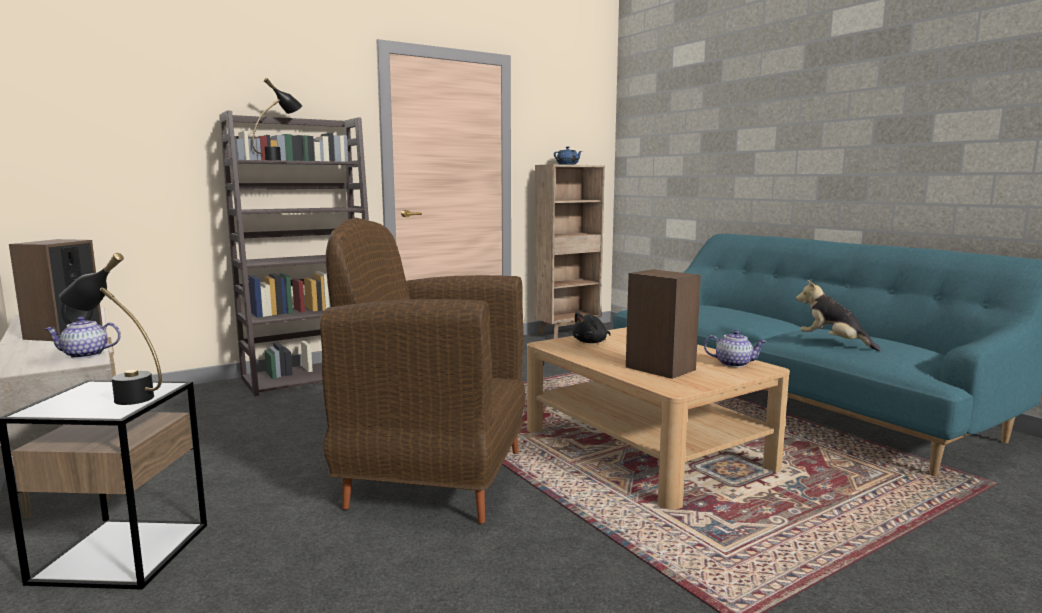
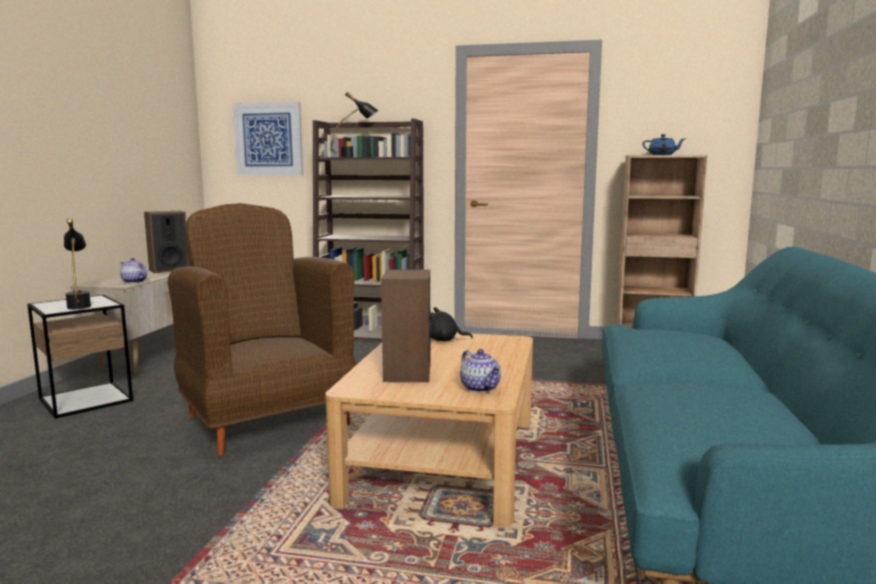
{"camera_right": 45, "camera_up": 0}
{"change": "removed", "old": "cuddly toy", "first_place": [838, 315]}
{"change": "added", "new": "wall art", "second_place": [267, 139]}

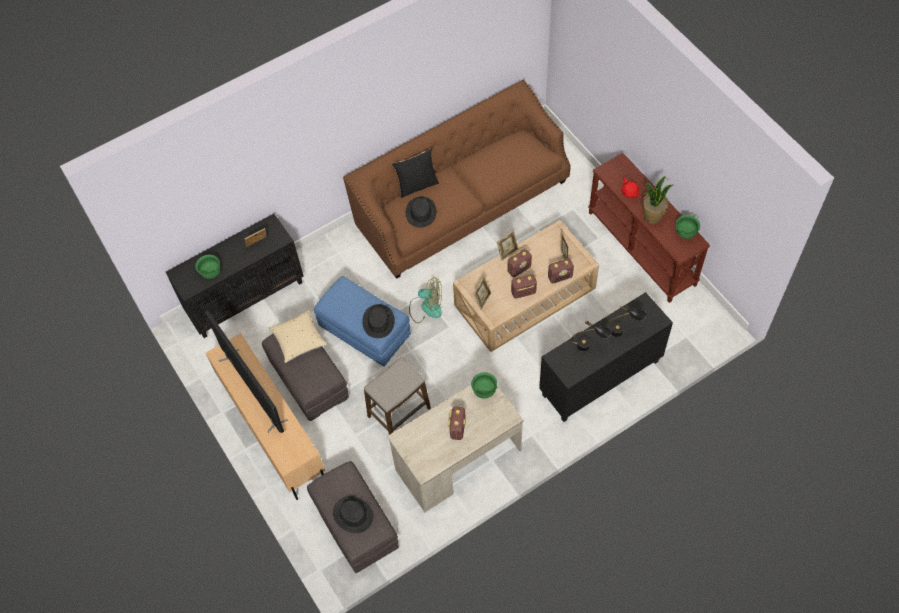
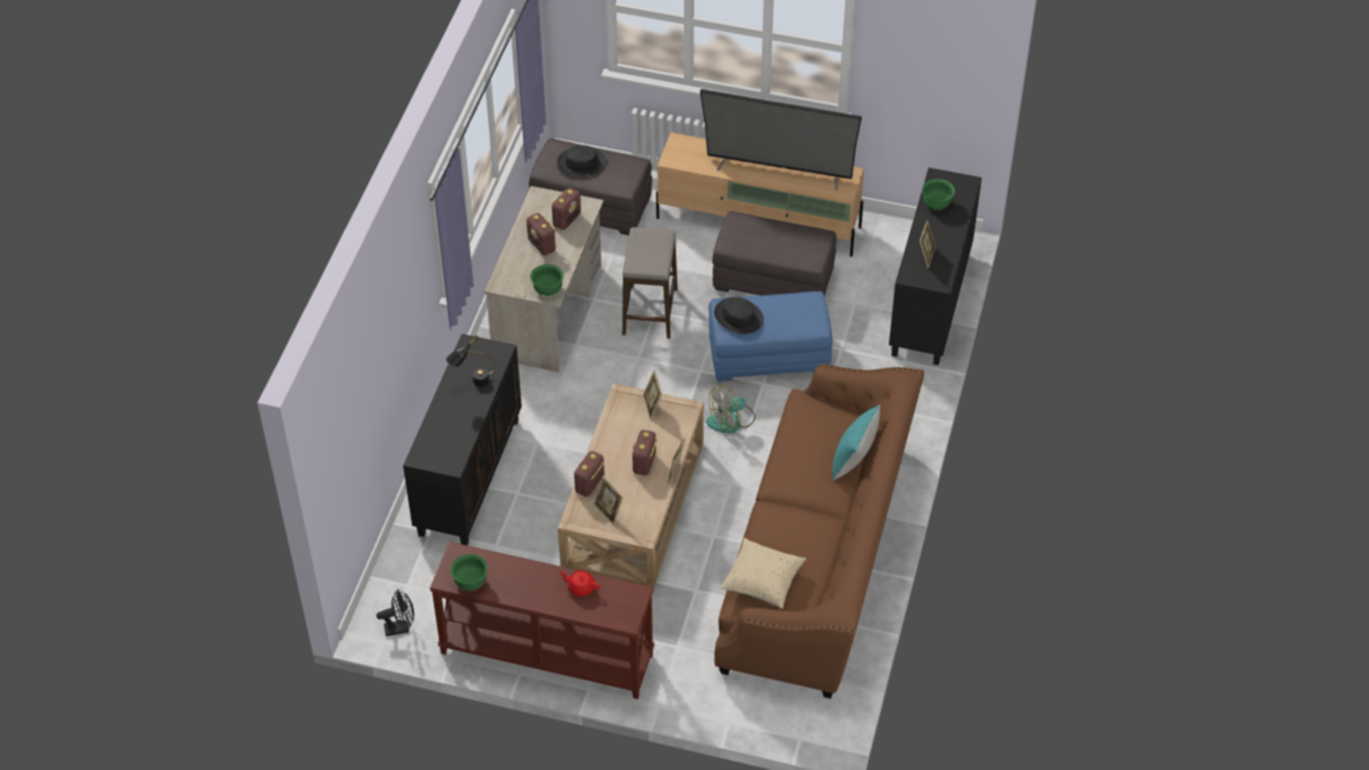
{"camera_right": 135, "camera_up": -10}
{"change": "moved", "old": "beige-coloured pillow", "first_place": [298, 336], "second_place": [763, 573]}
{"change": "recoloured", "old": "black-coloured pillow", "new": "turquoise pillow", "first_place": [415, 173], "second_place": [856, 442]}
{"change": "removed", "old": "black-coloured wearable hat", "first_place": [421, 211]}
{"change": "moved", "old": "radio", "first_place": [524, 286], "second_place": [566, 209]}
{"change": "removed", "old": "black-coloured tabletop lamp", "first_place": [625, 321]}
{"change": "removed", "old": "potted plant", "first_place": [657, 200]}
{"change": "added", "new": "black-coloured fan", "second_place": [395, 612]}

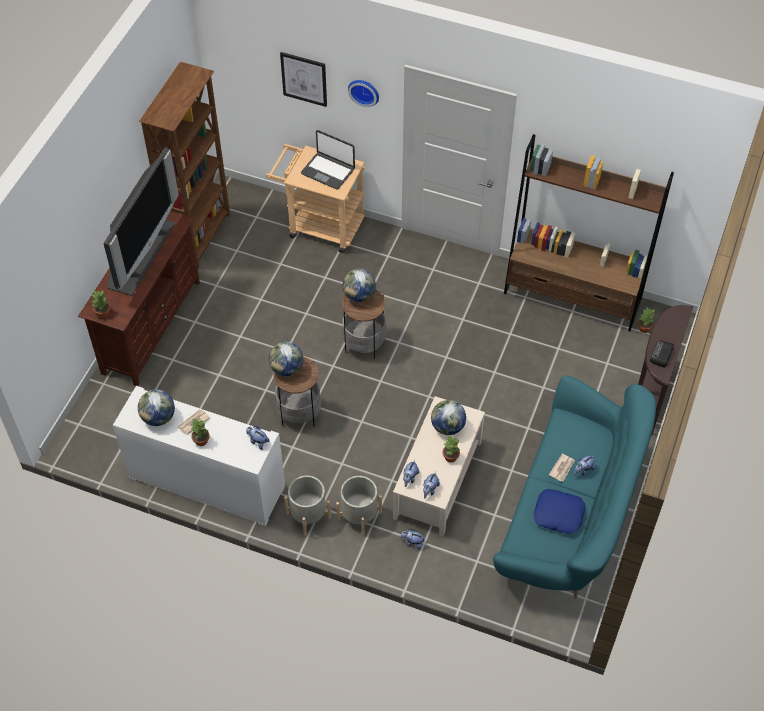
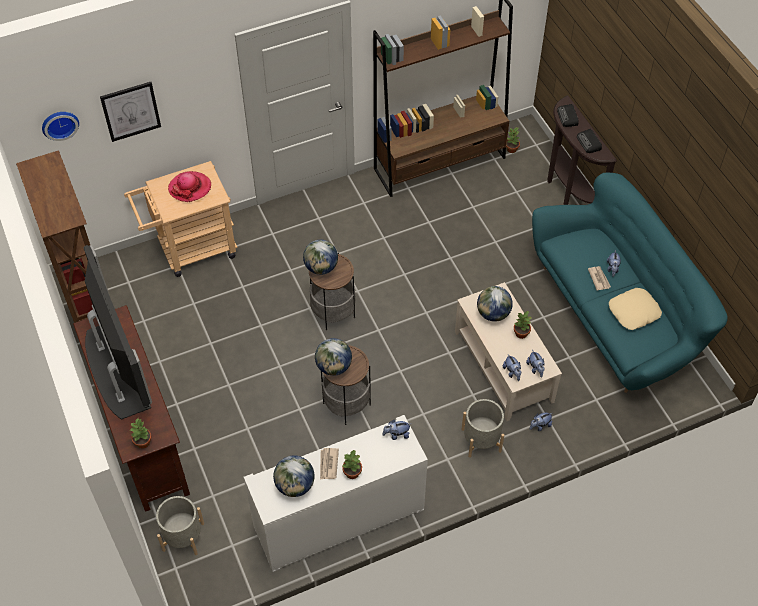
{"camera_right": -45, "camera_up": 0}
{"change": "moved", "old": "grey plant pot", "first_place": [307, 505], "second_place": [180, 525]}
{"change": "replaced", "old": "laptop", "new": "wearable hat", "first_place": [328, 160], "second_place": [189, 186]}
{"change": "moved", "old": "clock on the wall", "first_place": [363, 93], "second_place": [60, 126]}
{"change": "recoloured", "old": "blue-coloured pillow", "new": "beige-coloured pillow", "first_place": [559, 511], "second_place": [635, 309]}
{"change": "added", "new": "radio", "second_place": [568, 115]}

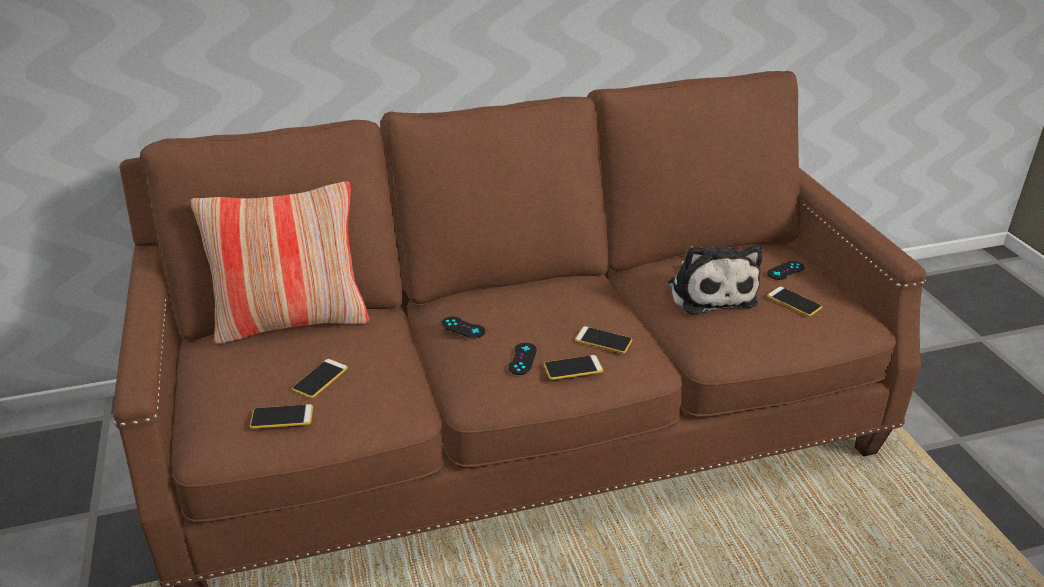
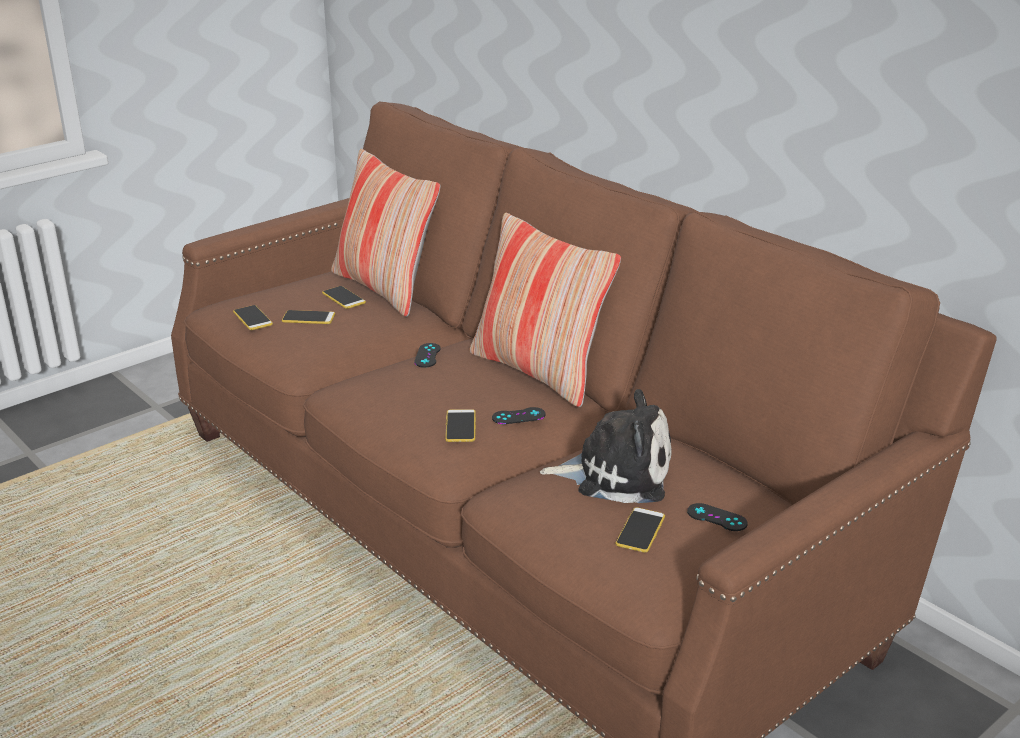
{"camera_right": 65, "camera_up": -5}
{"change": "moved", "old": "black-coloured joypad", "first_place": [522, 359], "second_place": [519, 415]}
{"change": "moved", "old": "phone", "first_place": [573, 367], "second_place": [344, 297]}
{"change": "turned", "old": "cuddly toy", "first_place": [715, 280], "second_place": [606, 446], "degrees": -135}
{"change": "added", "new": "pillow", "second_place": [545, 310]}

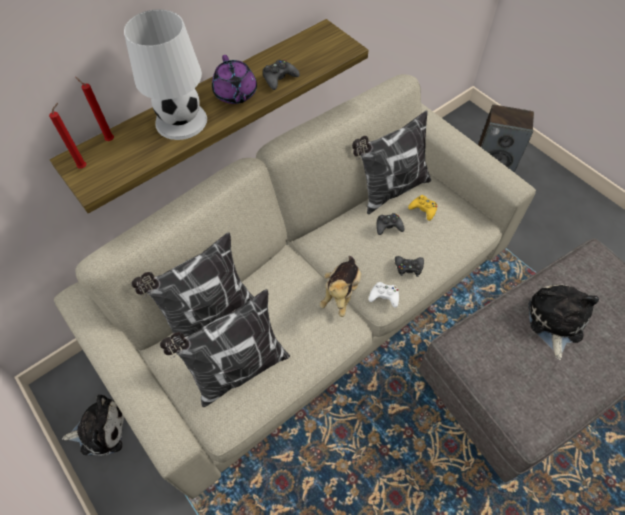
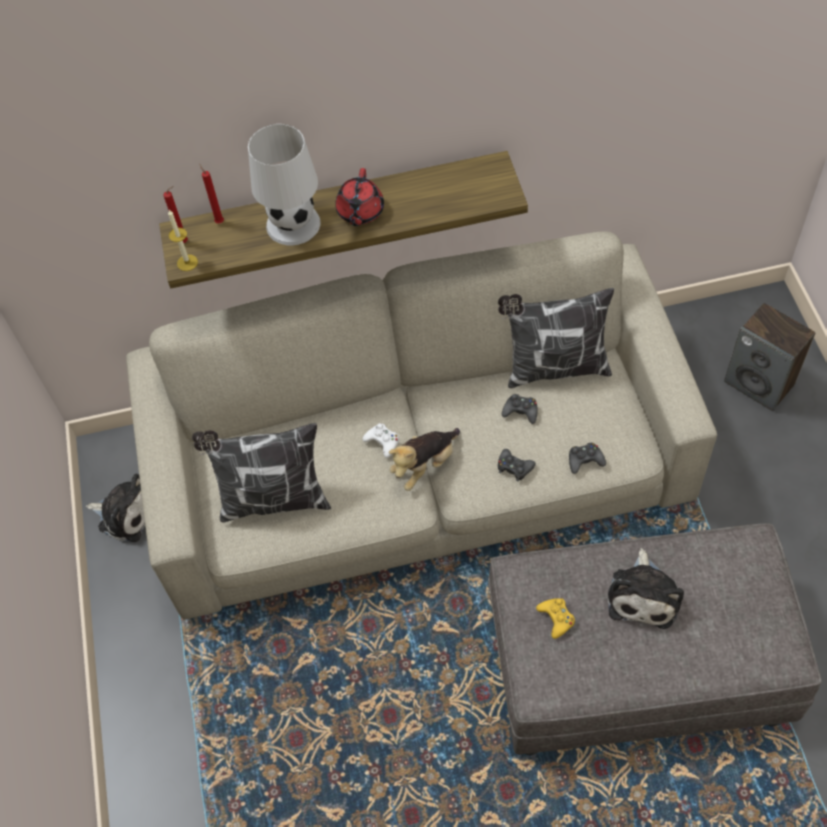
{"camera_right": 30, "camera_up": 0}
{"change": "removed", "old": "pillow", "first_place": [193, 289]}
{"change": "recoloured", "old": "purple-coloured pot for tea", "new": "reddish pot for tea", "first_place": [234, 79], "second_place": [359, 197]}
{"change": "moved", "old": "black-coloured joypad", "first_place": [281, 74], "second_place": [587, 458]}
{"change": "moved", "old": "whitish joypad", "first_place": [384, 295], "second_place": [381, 440]}
{"change": "moved", "old": "yellow joypad", "first_place": [422, 208], "second_place": [555, 618]}
{"change": "turned", "old": "cuddly toy", "first_place": [563, 322], "second_place": [646, 588], "degrees": 150}
{"change": "added", "new": "wax candle", "second_place": [183, 240]}

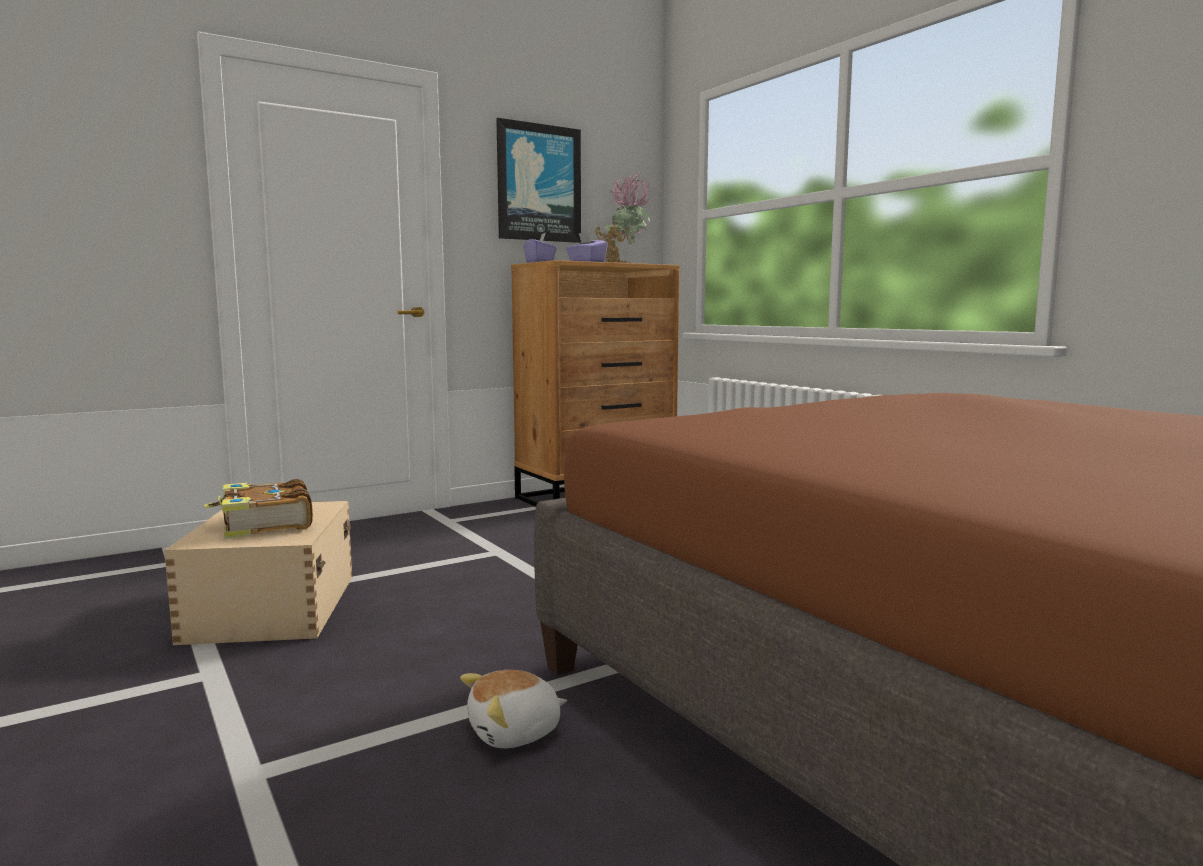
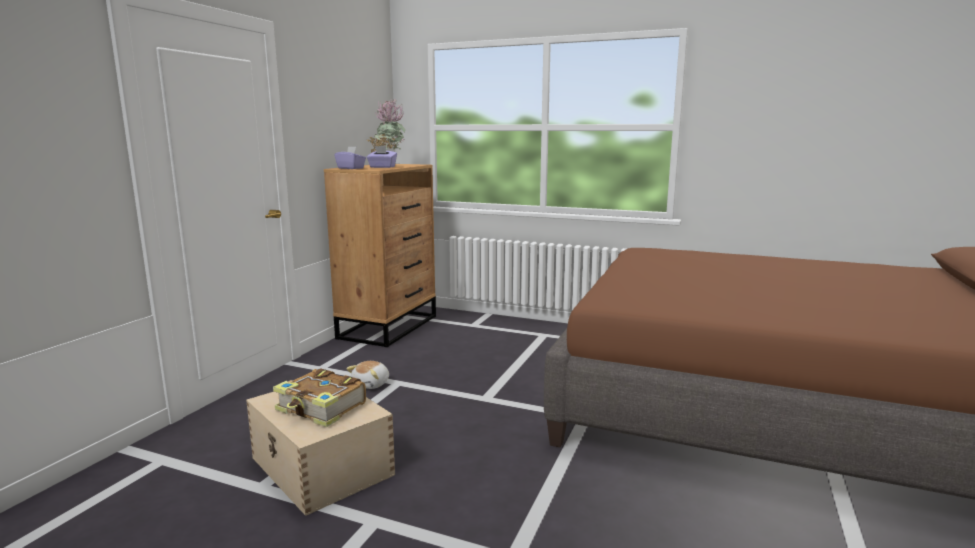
{"camera_right": -35, "camera_up": 5}
{"change": "moved", "old": "cuddly toy", "first_place": [513, 709], "second_place": [367, 375]}
{"change": "removed", "old": "wall art", "first_place": [538, 180]}

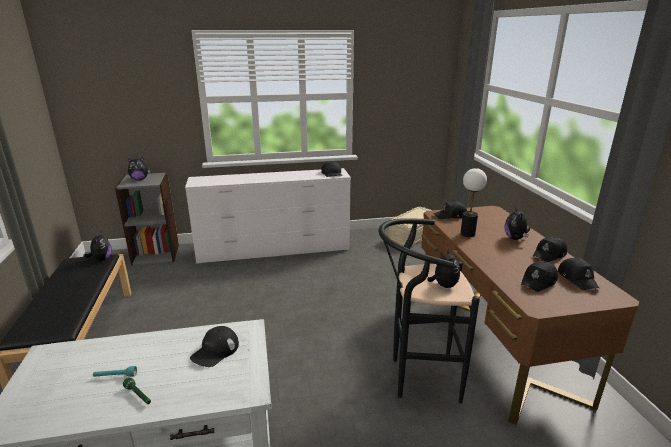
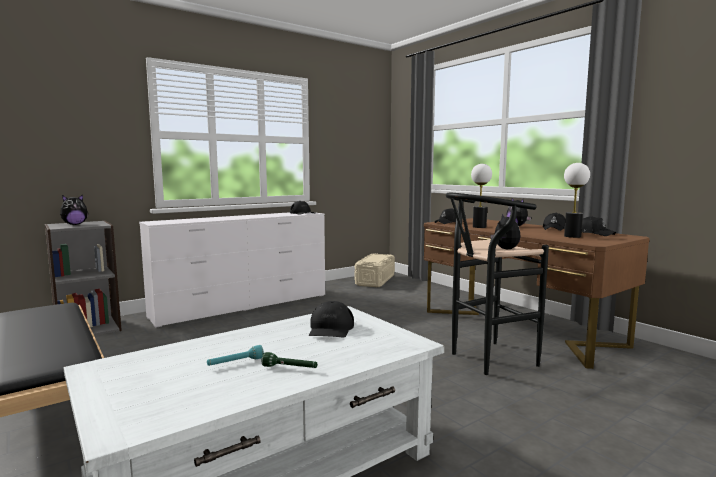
{"camera_right": -25, "camera_up": -15}
{"change": "removed", "old": "cuddly toy", "first_place": [98, 246]}
{"change": "replaced", "old": "black-coloured cap", "new": "tabletop lamp", "first_place": [539, 276], "second_place": [577, 200]}

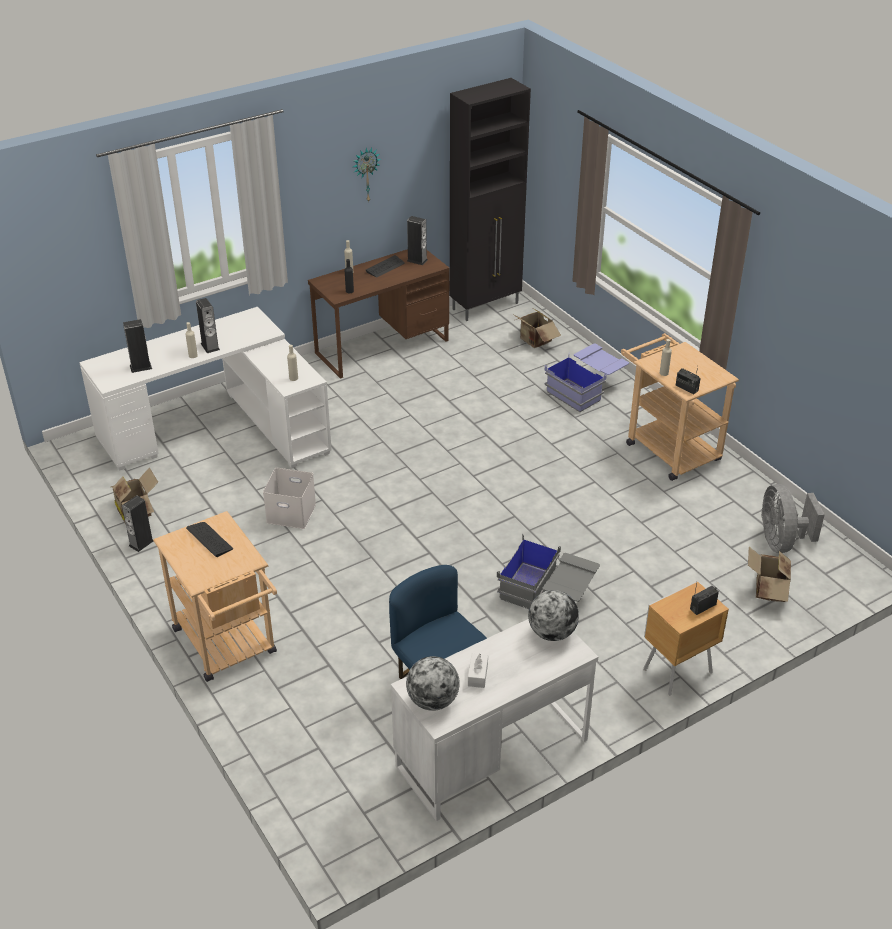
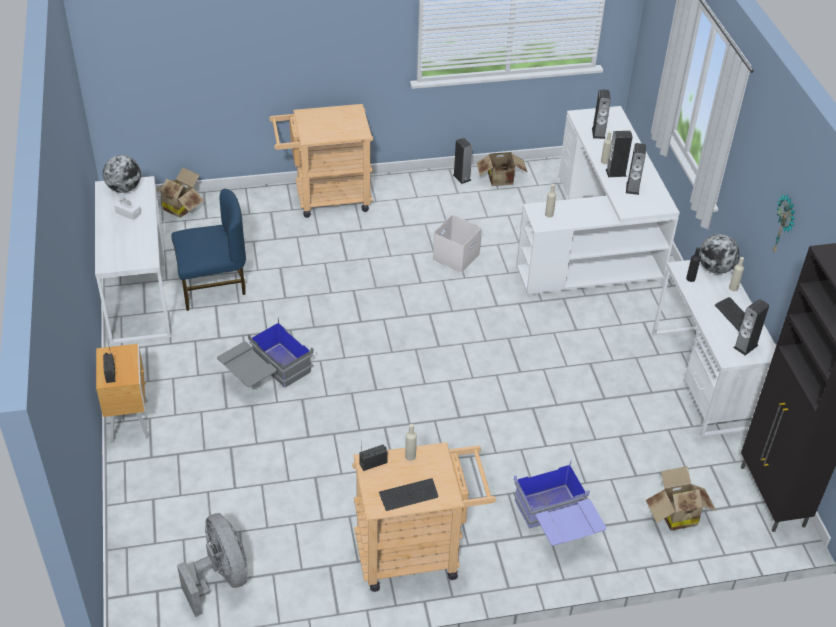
{"camera_right": 110, "camera_up": 5}
{"change": "moved", "old": "computer keyboard", "first_place": [209, 539], "second_place": [408, 494]}
{"change": "recoloured", "old": "brown desk table", "new": "whitish desk table", "first_place": [379, 314], "second_place": [714, 348]}
{"change": "moved", "old": "world globe", "first_place": [553, 615], "second_place": [719, 254]}
{"change": "moved", "old": "packing box", "first_place": [769, 574], "second_place": [180, 192]}
{"change": "turned", "old": "grey fan", "first_place": [793, 518], "second_place": [212, 565], "degrees": 45}
{"change": "added", "new": "loudspeaker", "second_place": [636, 169]}

